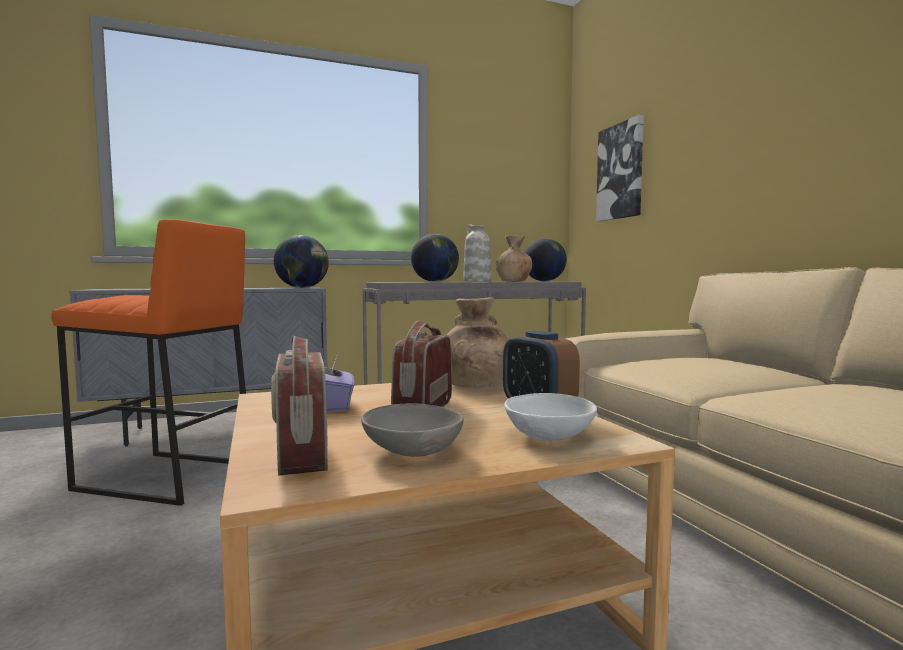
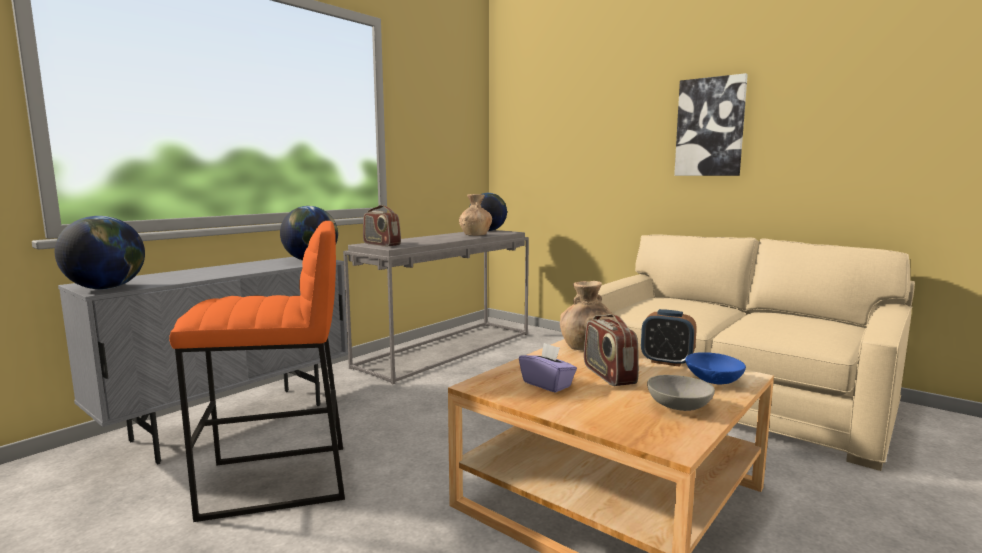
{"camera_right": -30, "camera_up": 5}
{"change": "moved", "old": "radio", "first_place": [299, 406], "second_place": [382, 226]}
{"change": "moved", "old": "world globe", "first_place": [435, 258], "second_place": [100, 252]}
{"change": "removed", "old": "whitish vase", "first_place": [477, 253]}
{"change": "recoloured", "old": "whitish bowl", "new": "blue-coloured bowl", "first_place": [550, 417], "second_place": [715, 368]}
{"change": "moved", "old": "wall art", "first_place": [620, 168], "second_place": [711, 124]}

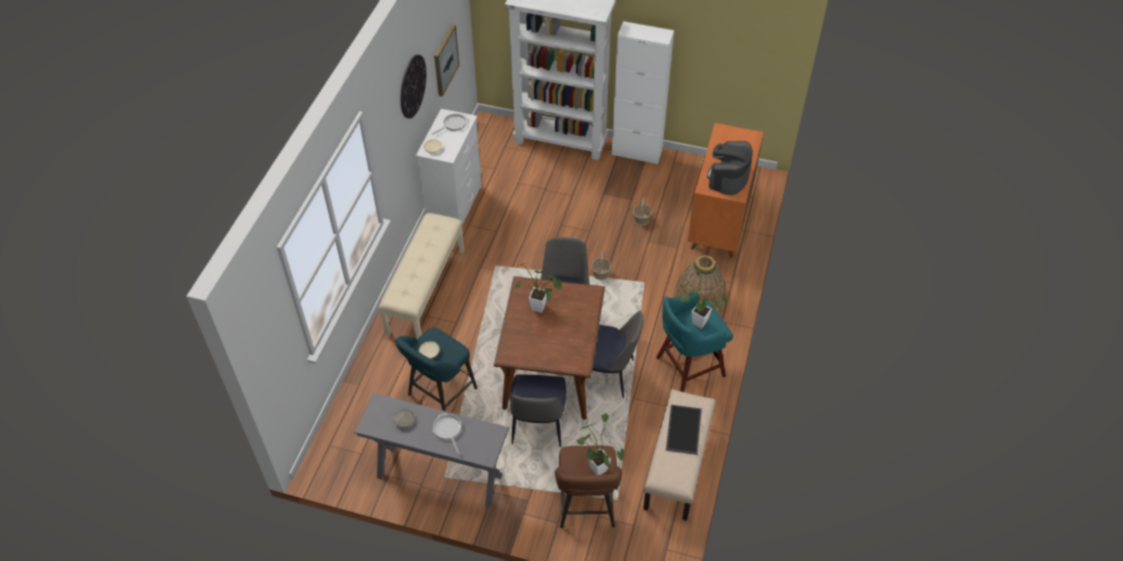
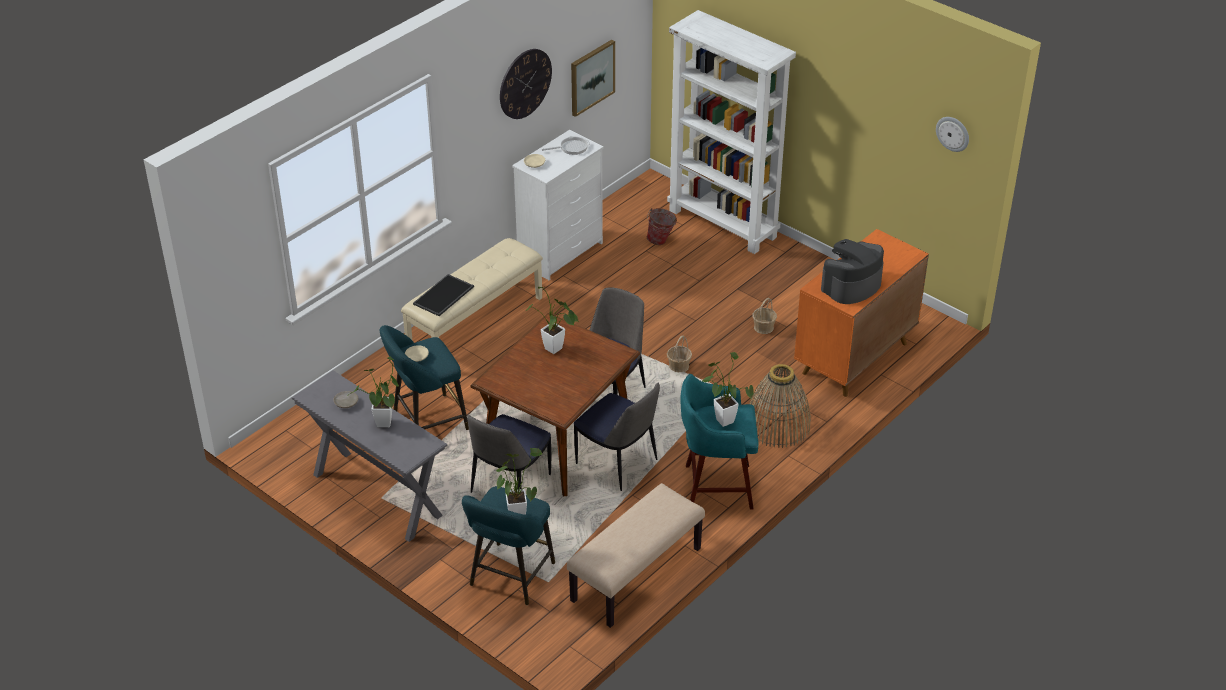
{"camera_right": 25, "camera_up": -10}
{"change": "replaced", "old": "skillet", "new": "potted plant", "first_place": [447, 434], "second_place": [373, 392]}
{"change": "recoloured", "old": "brown stool seat", "new": "turquoise stool seat", "first_place": [588, 487], "second_place": [508, 545]}
{"change": "removed", "old": "whitish storage cabinet", "first_place": [643, 92]}
{"change": "moved", "old": "carrying tray", "first_place": [684, 430], "second_place": [443, 295]}
{"change": "added", "new": "bucket", "second_place": [662, 226]}
{"change": "added", "new": "clock on the wall", "second_place": [952, 134]}

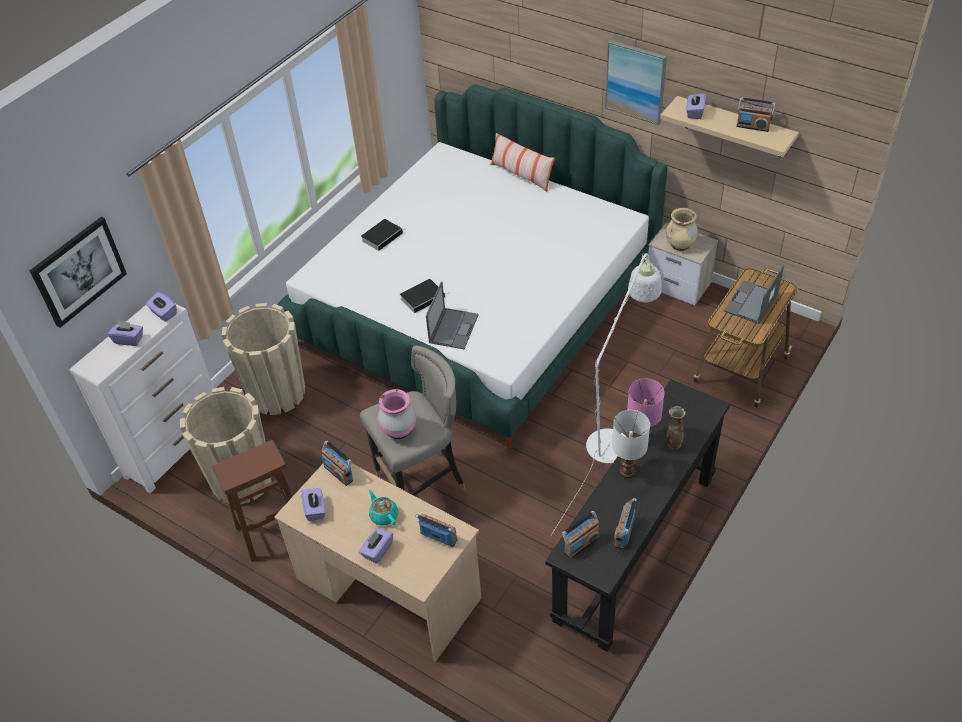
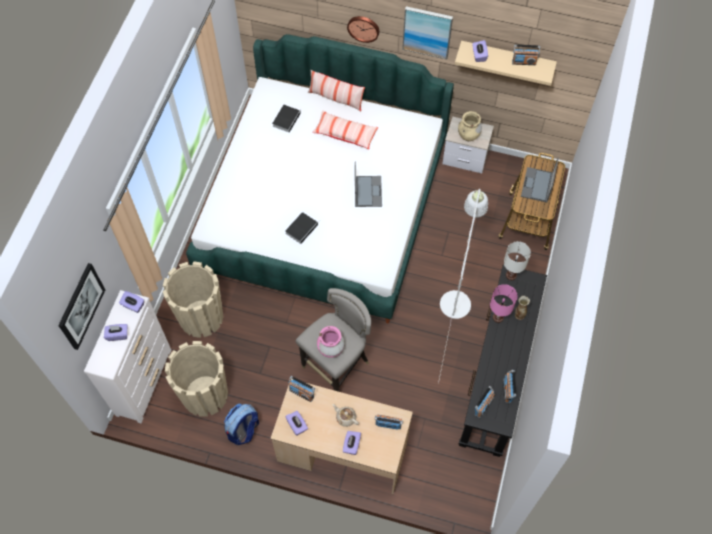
{"camera_right": -20, "camera_up": 15}
{"change": "replaced", "old": "brown stool seat", "new": "backpack", "first_place": [252, 501], "second_place": [241, 424]}
{"change": "moved", "old": "book", "first_place": [383, 235], "second_place": [287, 119]}
{"change": "recoloured", "old": "turquoise pot for tea", "new": "beige-coloured pot for tea", "first_place": [383, 507], "second_place": [345, 415]}
{"change": "moved", "old": "laptop", "first_place": [452, 315], "second_place": [368, 184]}
{"change": "moved", "old": "whitish tabletop lamp", "first_place": [631, 444], "second_place": [517, 260]}
{"change": "added", "new": "pillow", "second_place": [345, 130]}
{"change": "added", "new": "clock on the wall", "second_place": [363, 29]}

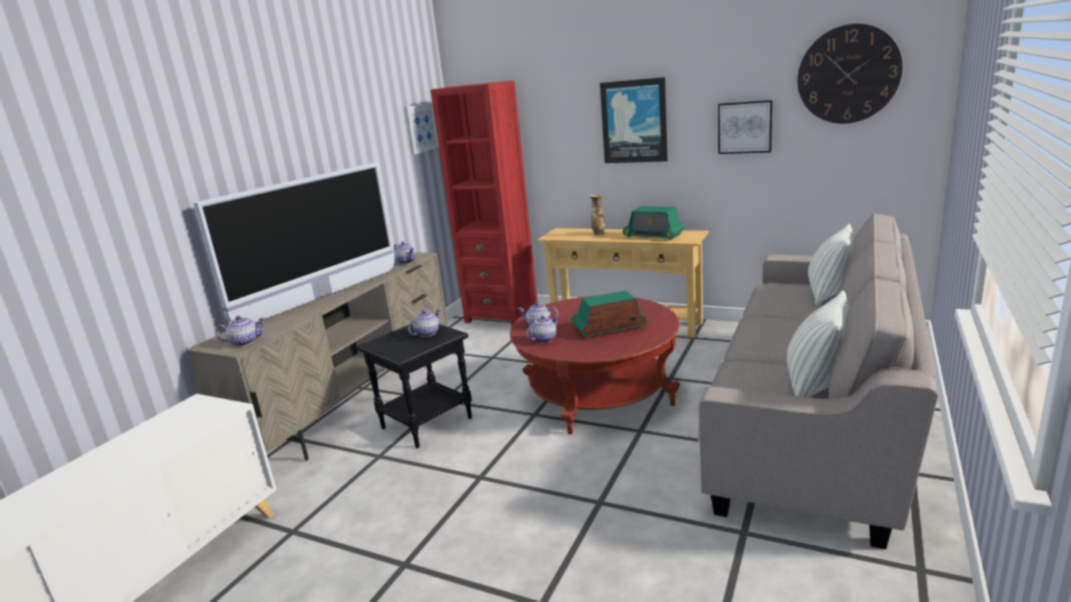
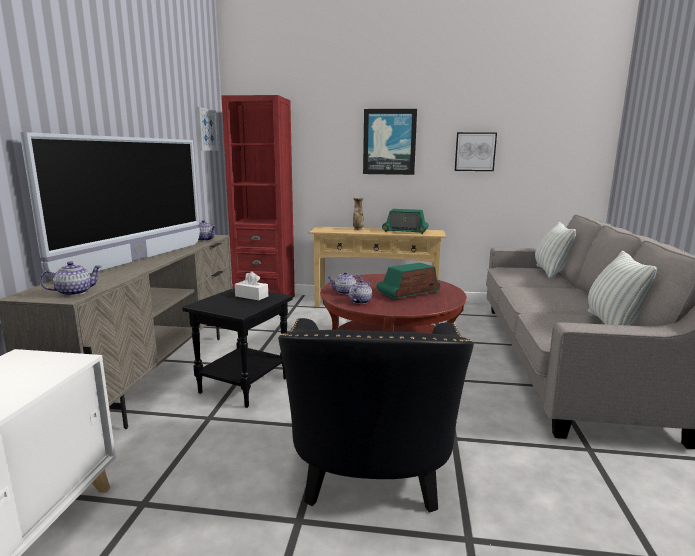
{"camera_right": -20, "camera_up": -5}
{"change": "replaced", "old": "pot for tea", "new": "whitish box of tissues", "first_place": [424, 323], "second_place": [251, 285]}
{"change": "removed", "old": "clock on the wall", "first_place": [850, 74]}
{"change": "added", "new": "black-coloured lounge chair", "second_place": [376, 415]}

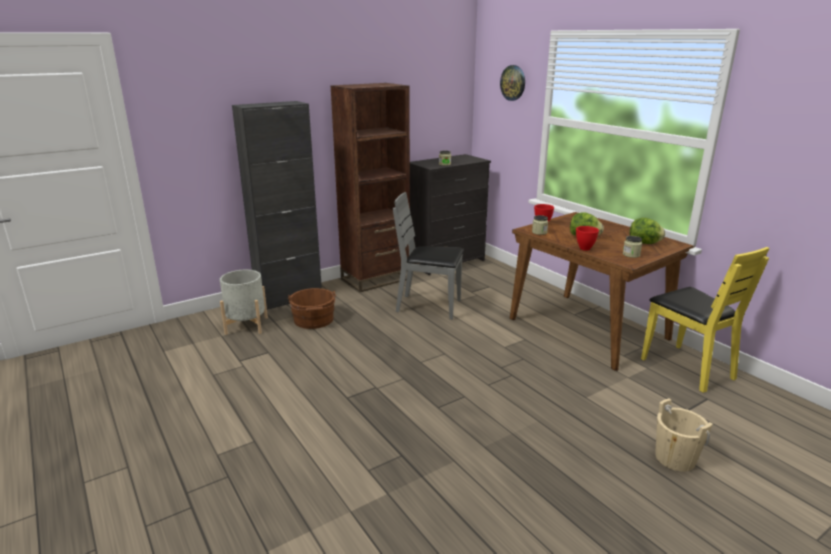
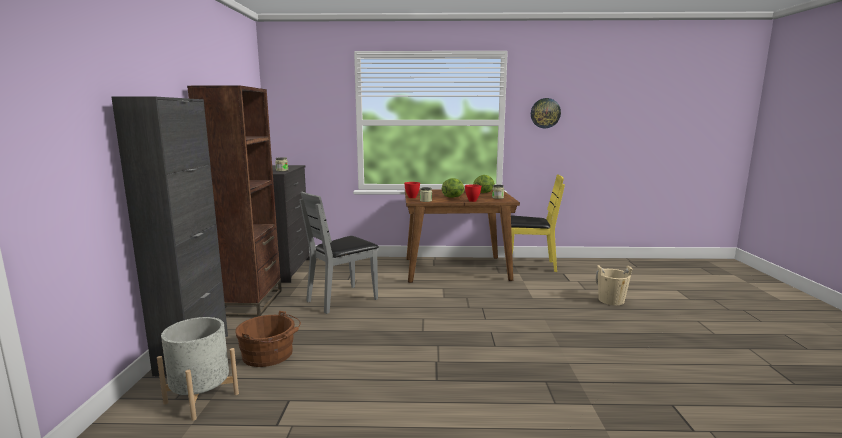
{"camera_right": -55, "camera_up": -10}
{"change": "moved", "old": "clock on the wall", "first_place": [512, 83], "second_place": [546, 113]}

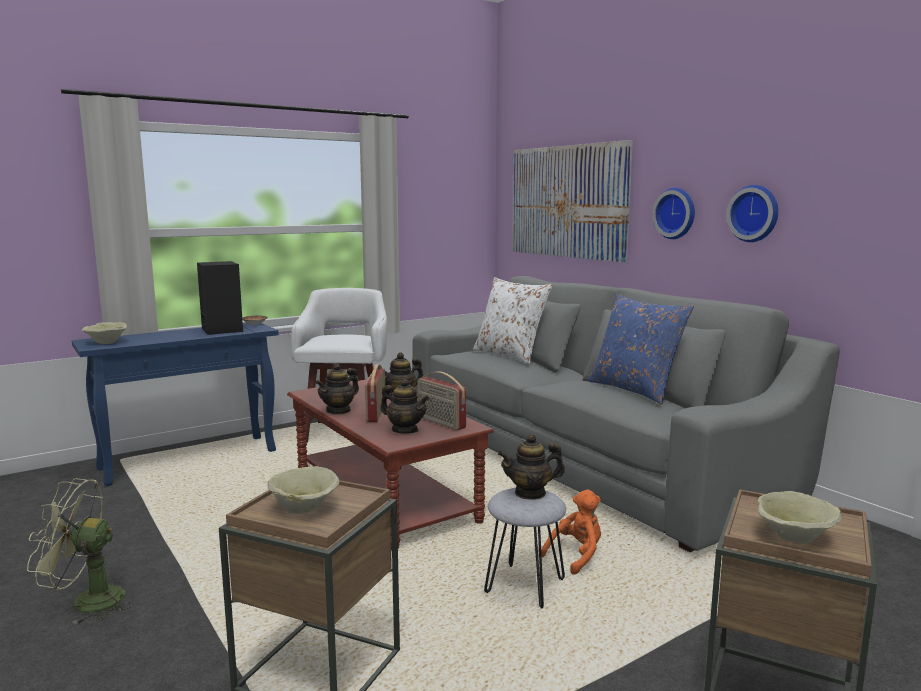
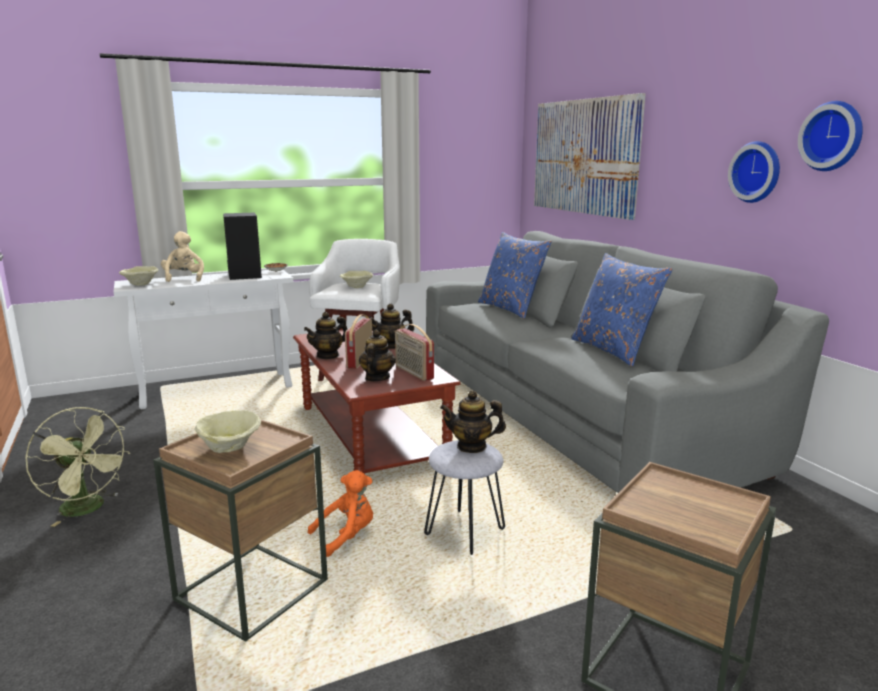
{"camera_right": 10, "camera_up": 5}
{"change": "turned", "old": "green fan", "first_place": [80, 551], "second_place": [77, 467], "degrees": -150}
{"change": "recoloured", "old": "blue-coloured hall table", "new": "whitish hall table", "first_place": [175, 404], "second_place": [203, 339]}
{"change": "turned", "old": "pot for tea", "first_place": [405, 406], "second_place": [377, 355], "degrees": -120}
{"change": "recoloured", "old": "whitish pillow", "new": "blue-coloured pillow", "first_place": [513, 320], "second_place": [515, 275]}
{"change": "moved", "old": "orangey cuddly toy", "first_place": [571, 532], "second_place": [340, 513]}
{"change": "moved", "old": "clock on the wall", "first_place": [673, 213], "second_place": [830, 136]}
{"change": "moved", "old": "beige-coloured bowl", "first_place": [800, 517], "second_place": [356, 279]}
{"change": "added", "new": "beige-coloured cuddly toy", "second_place": [182, 256]}

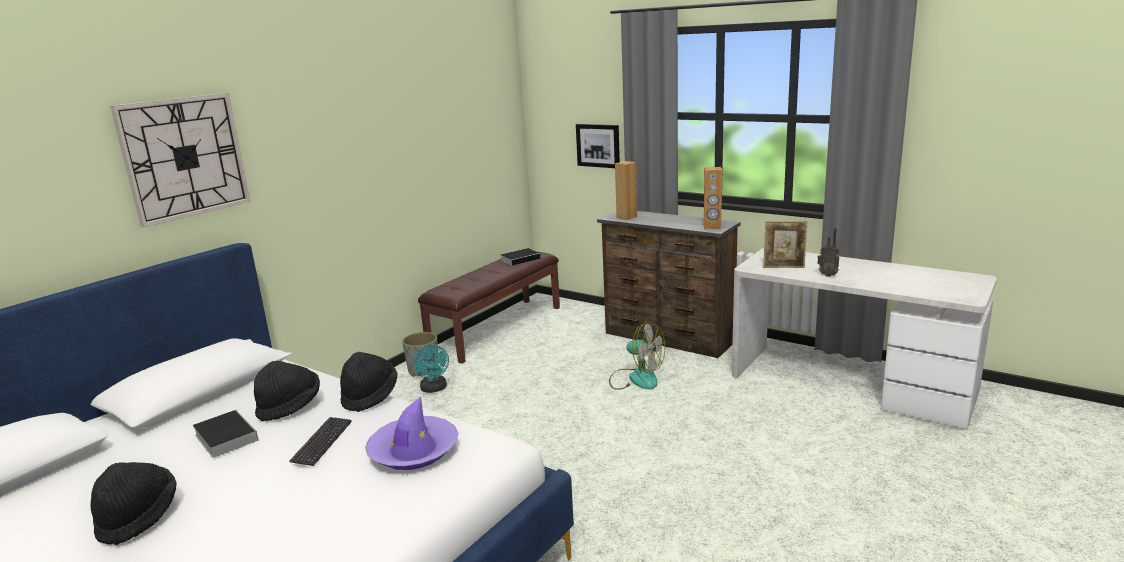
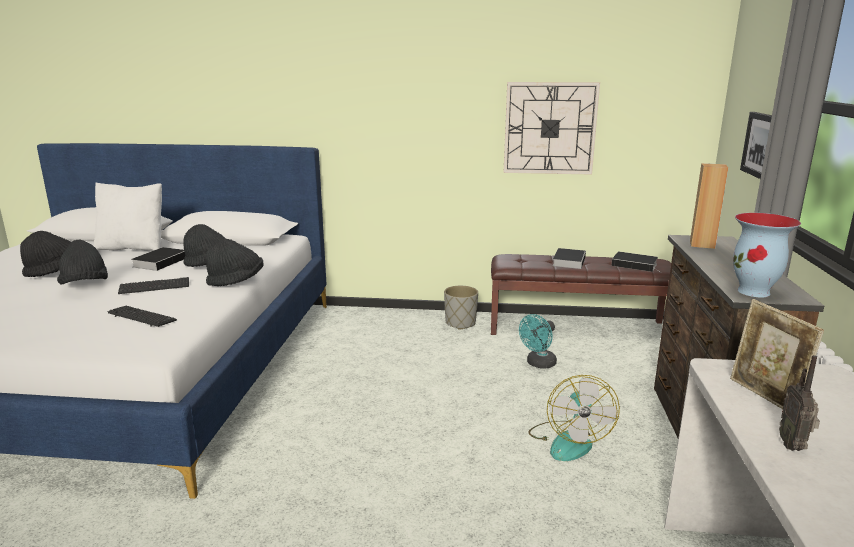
{"camera_right": 60, "camera_up": 0}
{"change": "moved", "old": "clock on the wall", "first_place": [180, 160], "second_place": [552, 128]}
{"change": "replaced", "old": "purple-coloured wearable hat", "new": "computer keyboard", "first_place": [411, 433], "second_place": [142, 316]}
{"change": "moved", "old": "turquoise fan", "first_place": [431, 369], "second_place": [538, 341]}
{"change": "replaced", "old": "brown loudspeaker", "new": "vase", "first_place": [713, 198], "second_place": [767, 255]}
{"change": "added", "new": "black-coloured wearable hat", "second_place": [82, 262]}
{"change": "added", "new": "whitish pillow", "second_place": [128, 216]}
{"change": "added", "new": "book", "second_place": [569, 258]}

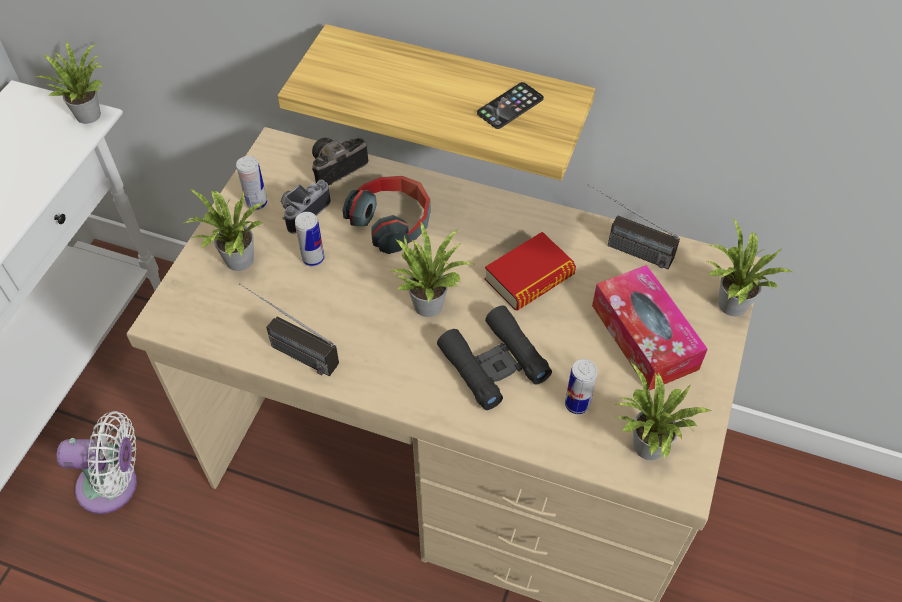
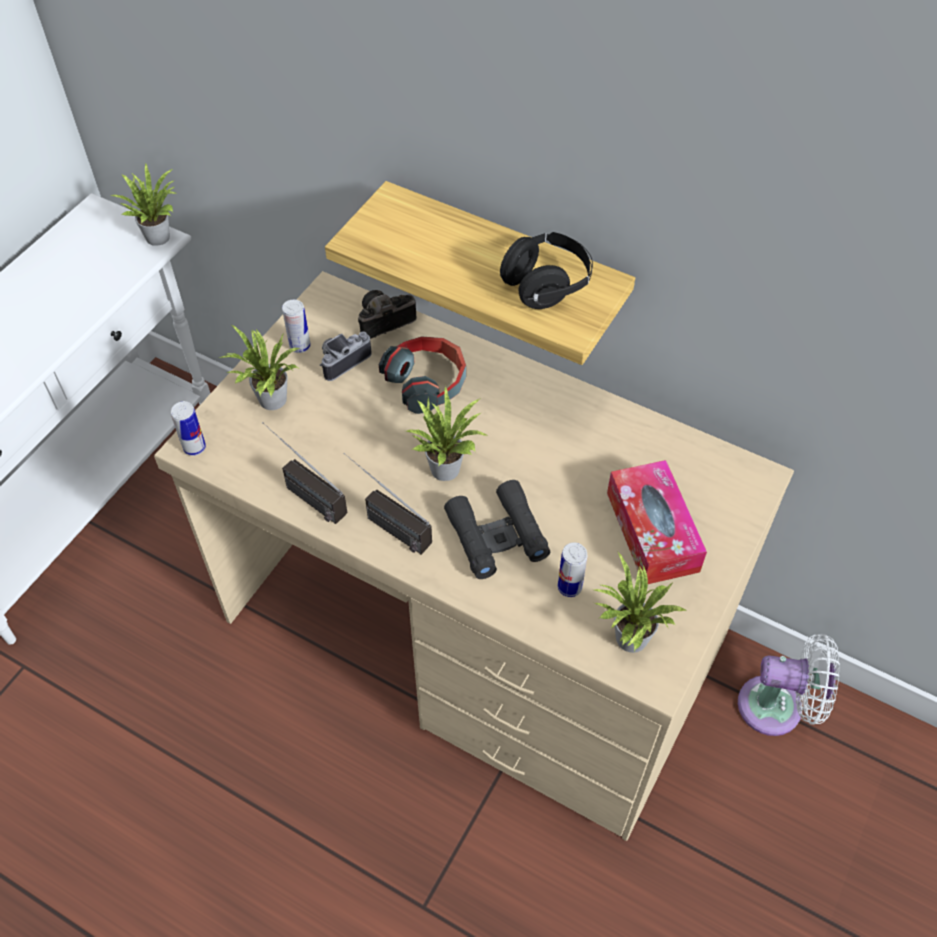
{"camera_right": 10, "camera_up": 0}
{"change": "moved", "old": "whitish fan", "first_place": [97, 462], "second_place": [789, 685]}
{"change": "moved", "old": "can", "first_place": [309, 239], "second_place": [188, 428]}
{"change": "replaced", "old": "phone", "new": "black-coloured pair of headphones", "first_place": [510, 105], "second_place": [546, 270]}
{"change": "removed", "old": "book", "first_place": [530, 271]}
{"change": "moved", "old": "radio", "first_place": [633, 226], "second_place": [387, 504]}
{"change": "removed", "old": "potted plant", "first_place": [749, 267]}

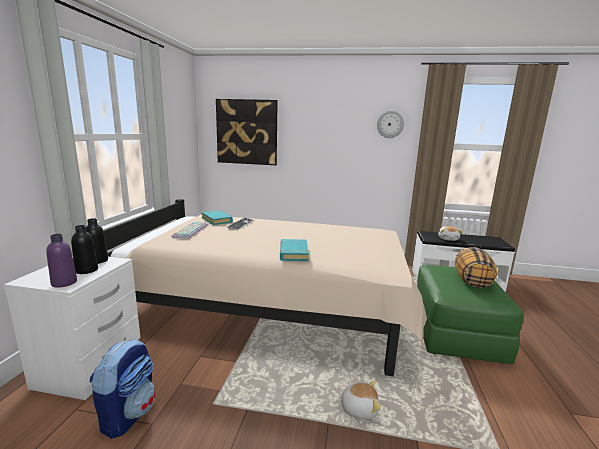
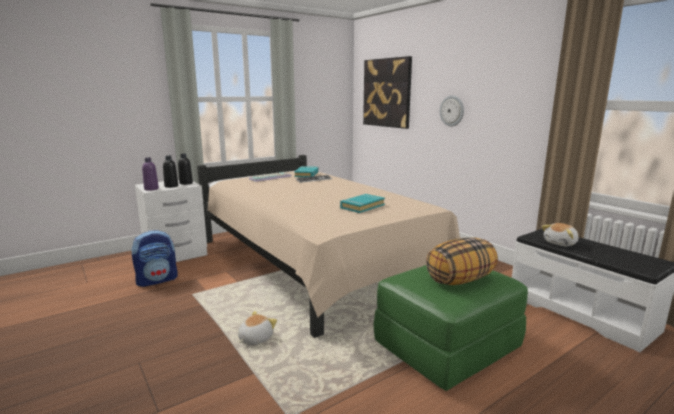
{"camera_right": 45, "camera_up": 0}
{"change": "moved", "old": "turquoise book", "first_place": [294, 250], "second_place": [362, 203]}
{"change": "turned", "old": "cuddly toy", "first_place": [358, 400], "second_place": [257, 328], "degrees": -105}
{"change": "moved", "old": "clock on the wall", "first_place": [390, 124], "second_place": [452, 111]}

